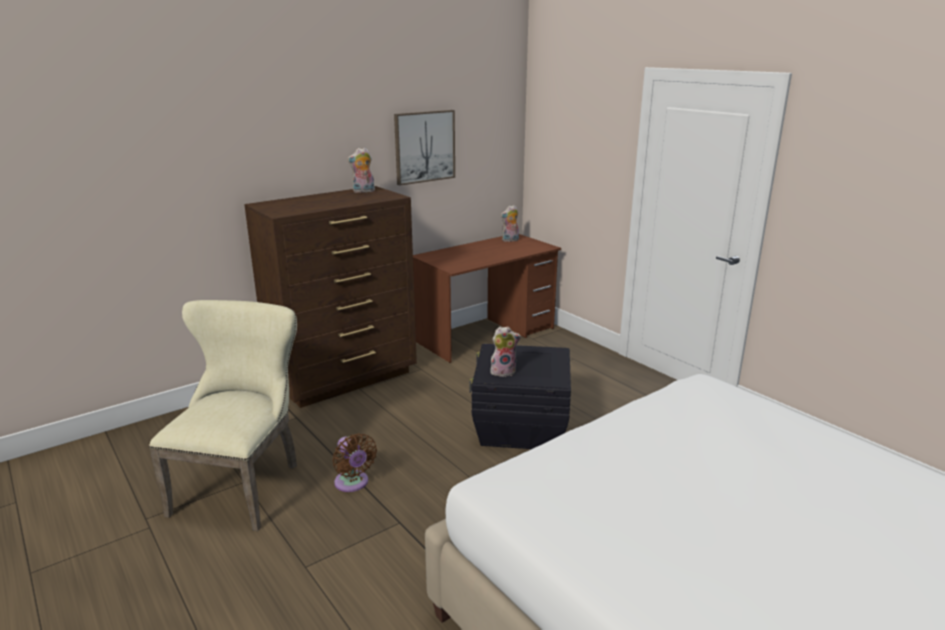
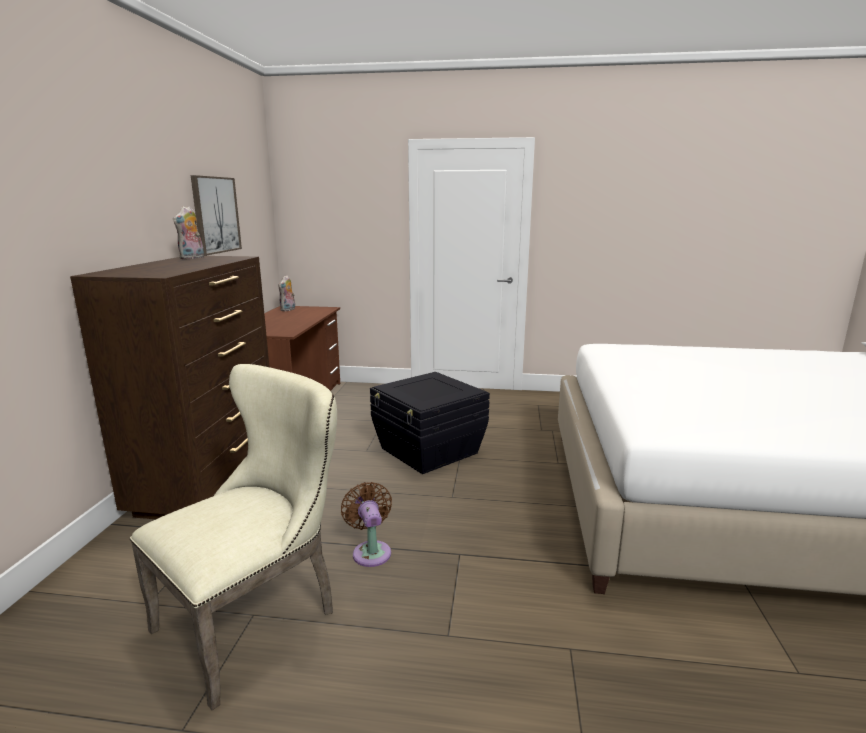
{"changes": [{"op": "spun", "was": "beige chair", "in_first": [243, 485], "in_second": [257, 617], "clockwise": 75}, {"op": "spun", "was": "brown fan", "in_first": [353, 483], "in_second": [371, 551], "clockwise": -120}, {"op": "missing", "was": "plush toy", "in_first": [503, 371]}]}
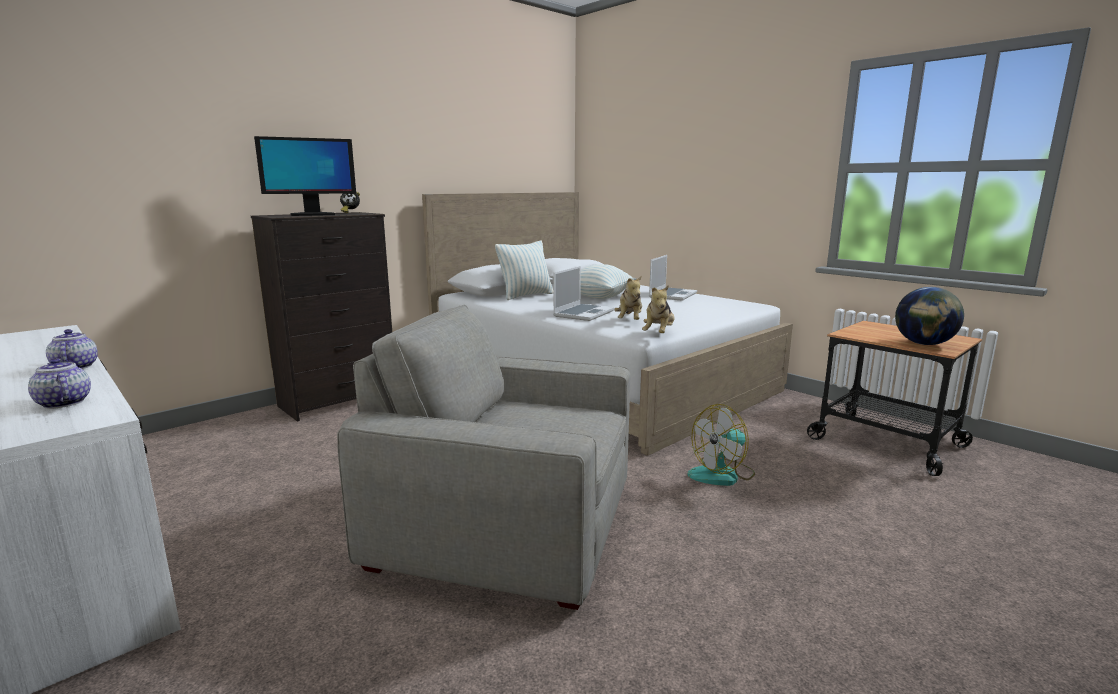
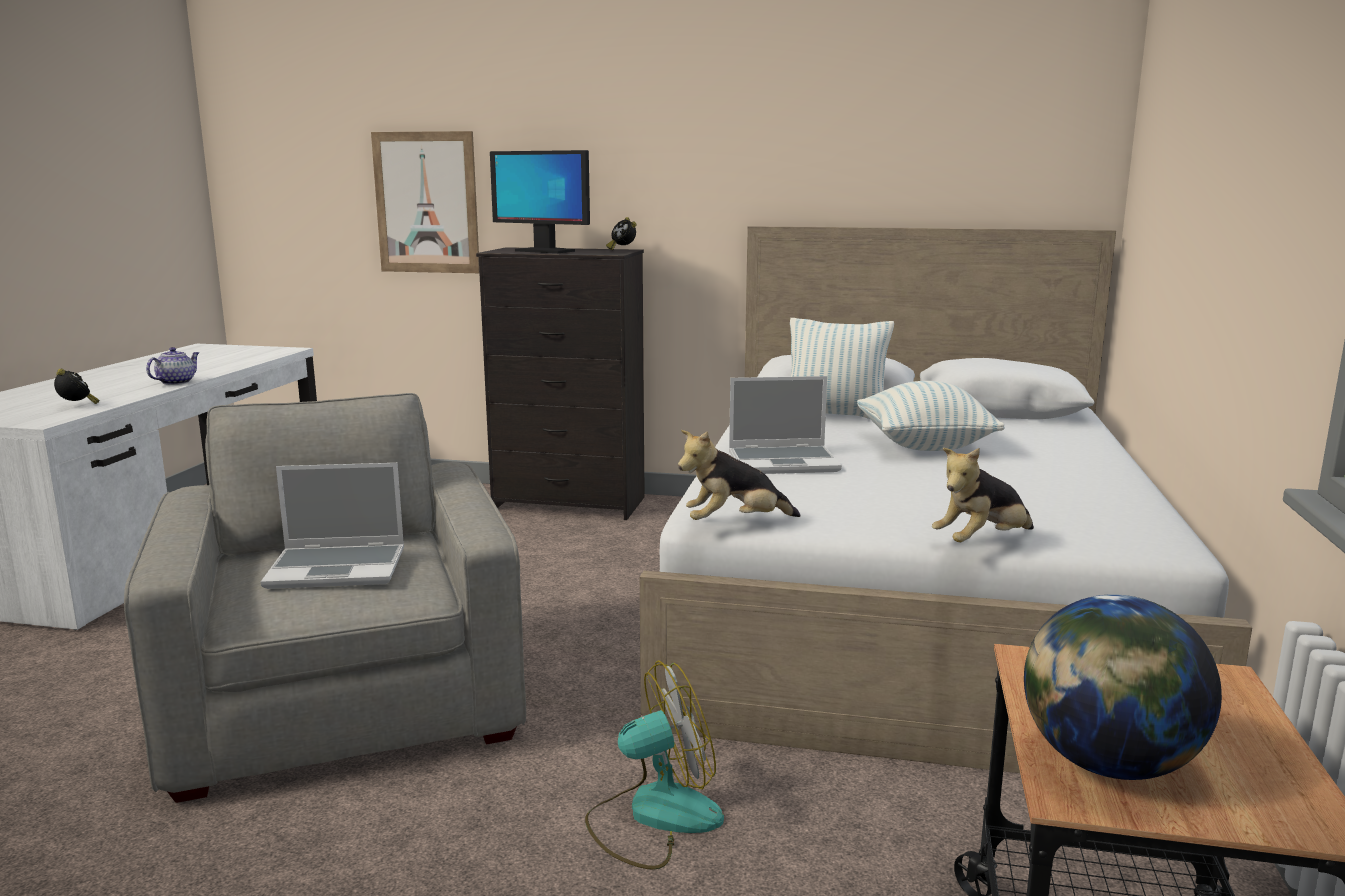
{"changes": [{"op": "exchanged", "was": "teapot", "now": "alarm clock", "in_first": [63, 403], "in_second": [77, 406]}, {"op": "relocated", "was": "plush toy", "in_first": [629, 321], "in_second": [982, 542]}, {"op": "relocated", "was": "laptop", "in_first": [672, 295], "in_second": [339, 568]}, {"op": "spun", "was": "fan", "in_first": [722, 474], "in_second": [653, 816], "clockwise": 135}, {"op": "appeared", "now": "picture", "in_second": [426, 203]}]}
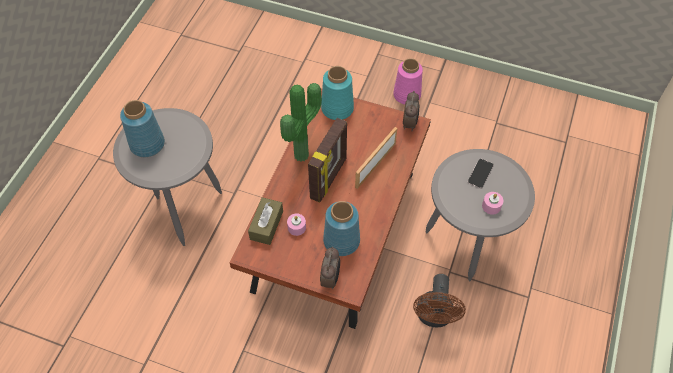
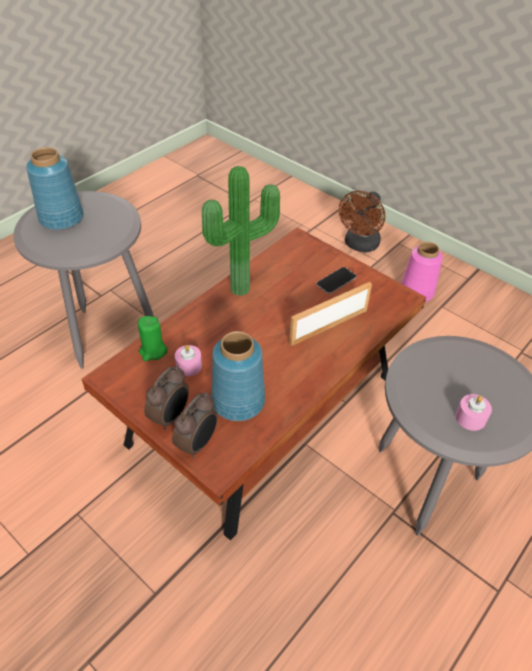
{"changes": [{"op": "exchanged", "was": "brown tissue box", "now": "green candle", "in_first": [266, 225], "in_second": [153, 351]}, {"op": "missing", "was": "picture frame", "in_first": [329, 178]}, {"op": "missing", "was": "turquoise vase", "in_first": [337, 109]}, {"op": "relocated", "was": "alarm clock", "in_first": [410, 123], "in_second": [171, 417]}, {"op": "relocated", "was": "brown fan", "in_first": [434, 317], "in_second": [359, 245]}, {"op": "relocated", "was": "phone", "in_first": [480, 173], "in_second": [336, 281]}]}
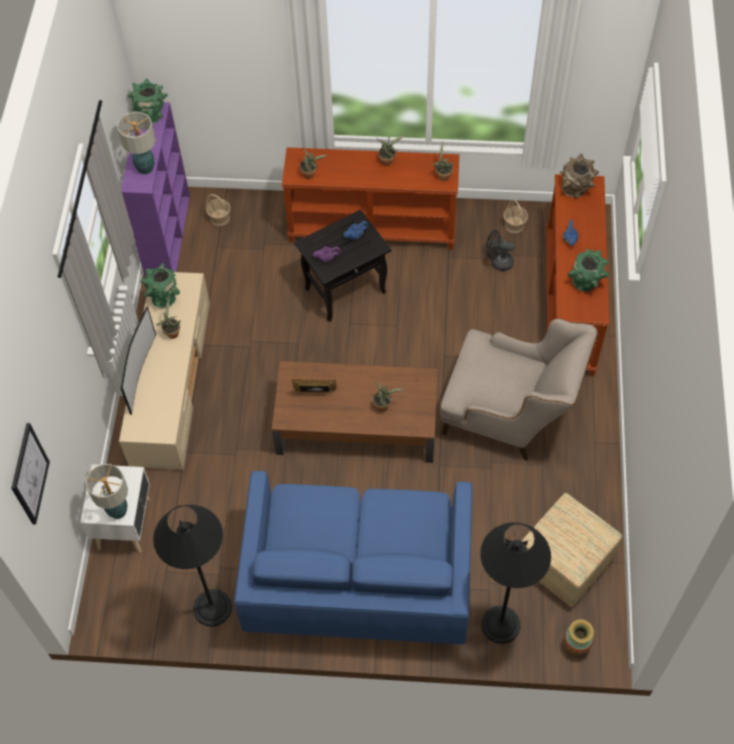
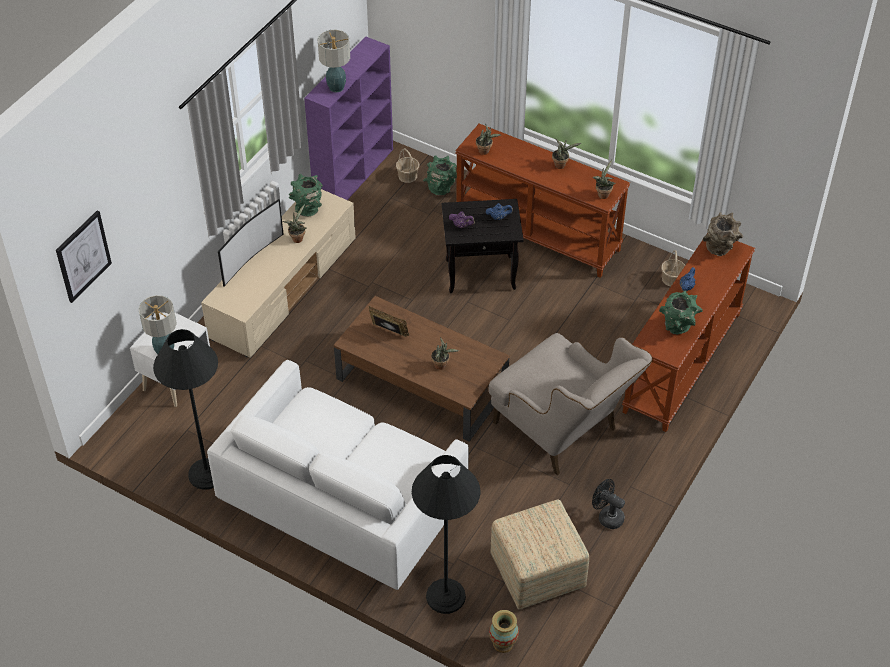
{"changes": [{"op": "relocated", "was": "green vase", "in_first": [151, 115], "in_second": [442, 188]}, {"op": "colour", "was": "blue sofa", "now": "white sofa", "in_first": [358, 578], "in_second": [344, 505]}, {"op": "relocated", "was": "black fan", "in_first": [498, 262], "in_second": [607, 516]}]}
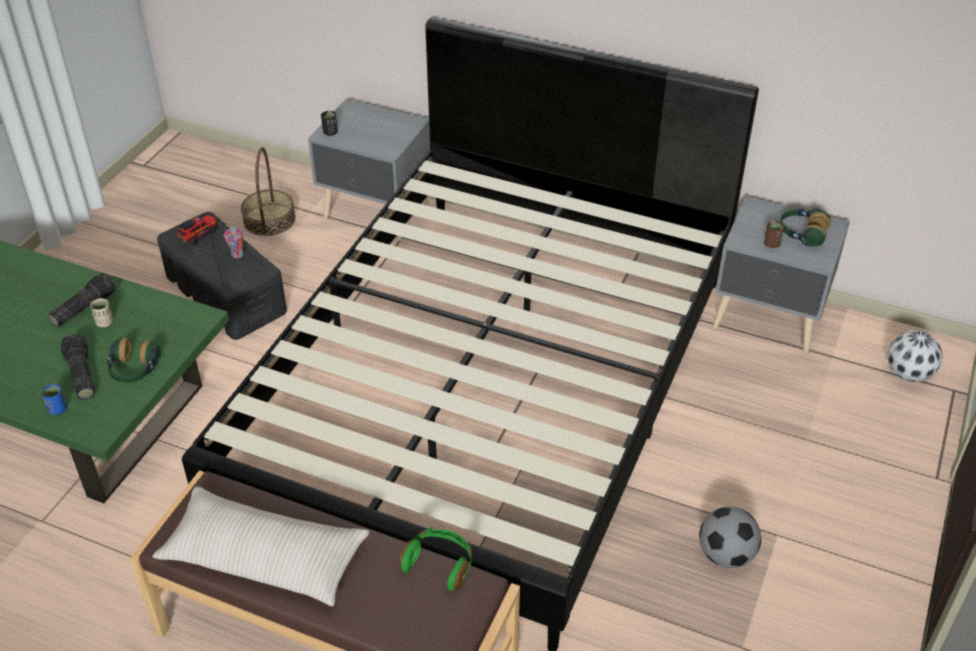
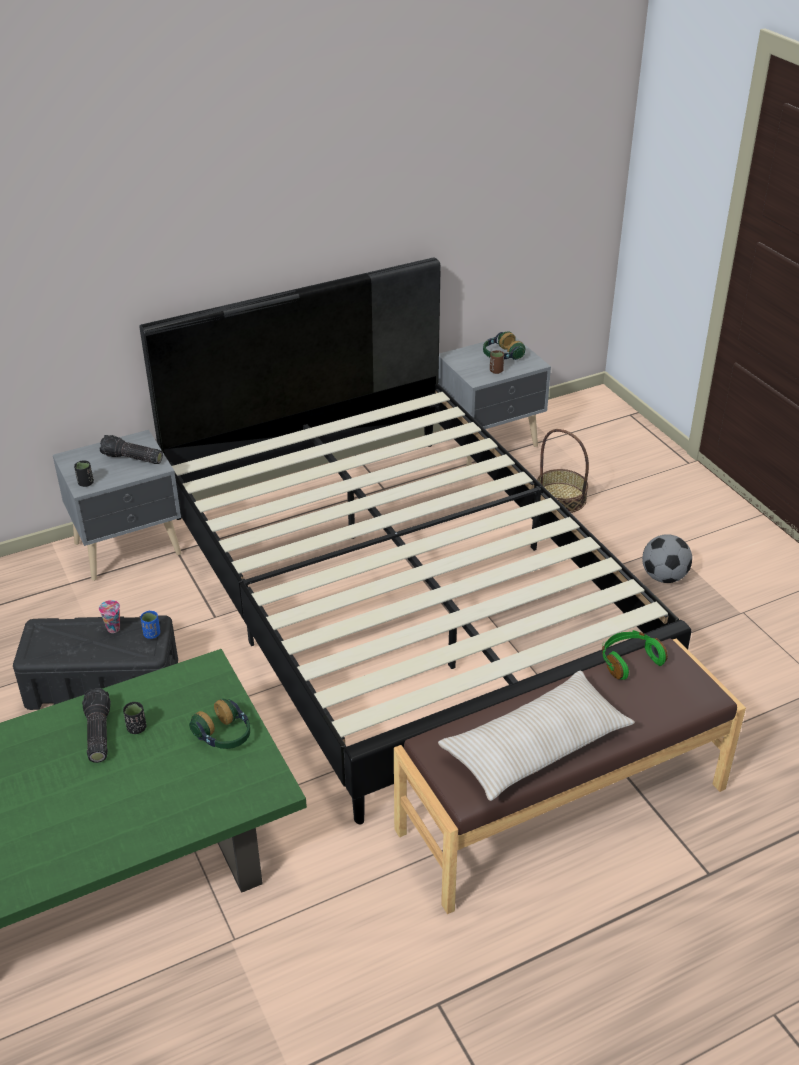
{"changes": [{"op": "relocated", "was": "blue cup", "in_first": [57, 409], "in_second": [152, 634]}, {"op": "relocated", "was": "flashlight", "in_first": [80, 375], "in_second": [131, 459]}, {"op": "colour", "was": "beige cup", "now": "black cup", "in_first": [105, 322], "in_second": [137, 728]}, {"op": "missing", "was": "toy truck", "in_first": [199, 235]}, {"op": "relocated", "was": "basket", "in_first": [269, 219], "in_second": [560, 498]}, {"op": "missing", "was": "football", "in_first": [909, 374]}]}
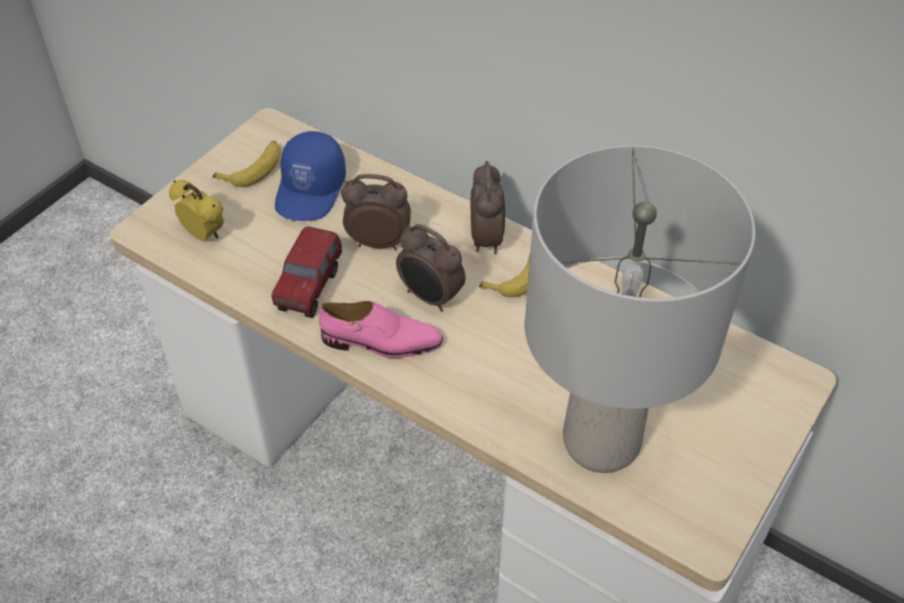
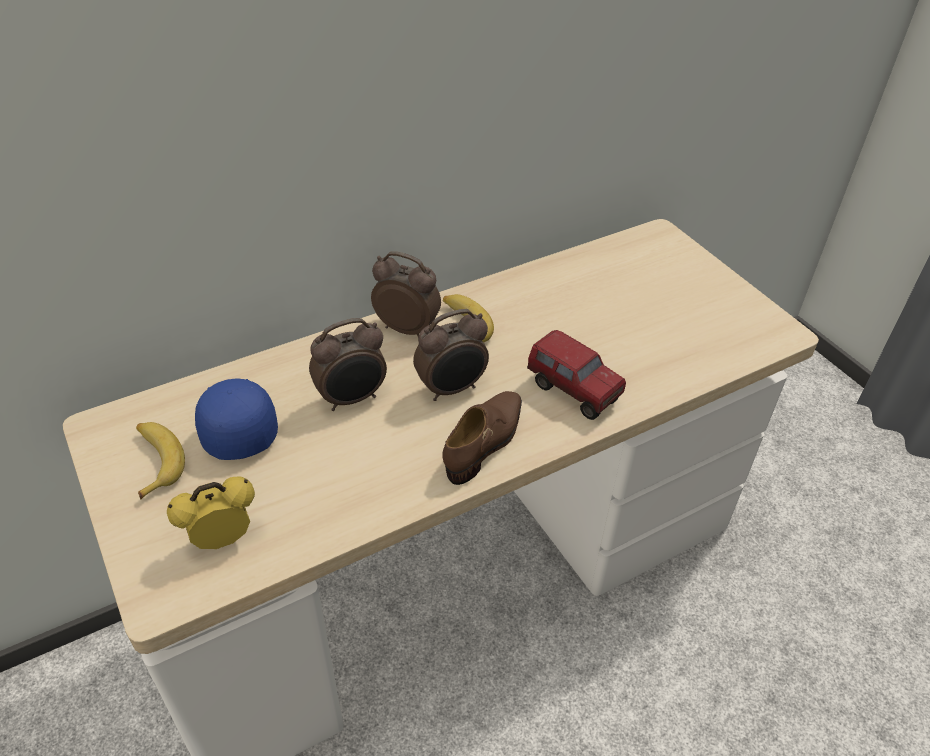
{"changes": [{"op": "relocated", "was": "toy truck", "in_first": [310, 289], "in_second": [573, 392]}, {"op": "spun", "was": "blue cap", "in_first": [311, 190], "in_second": [235, 424], "clockwise": -150}, {"op": "colour", "was": "pink shoe", "now": "brown shoe", "in_first": [381, 342], "in_second": [485, 441]}, {"op": "spun", "was": "alarm clock", "in_first": [378, 241], "in_second": [352, 399], "clockwise": -150}, {"op": "missing", "was": "grey table lamp", "in_first": [602, 441]}]}
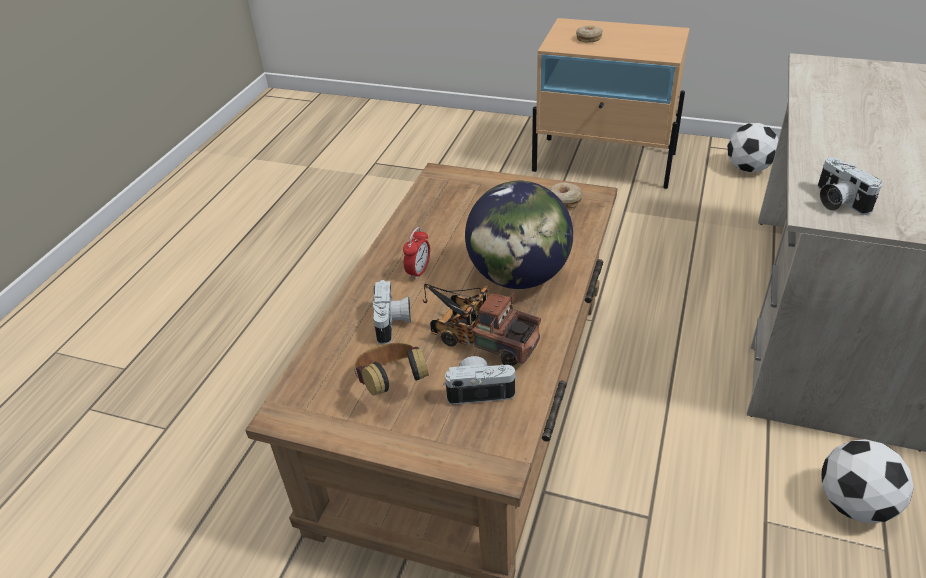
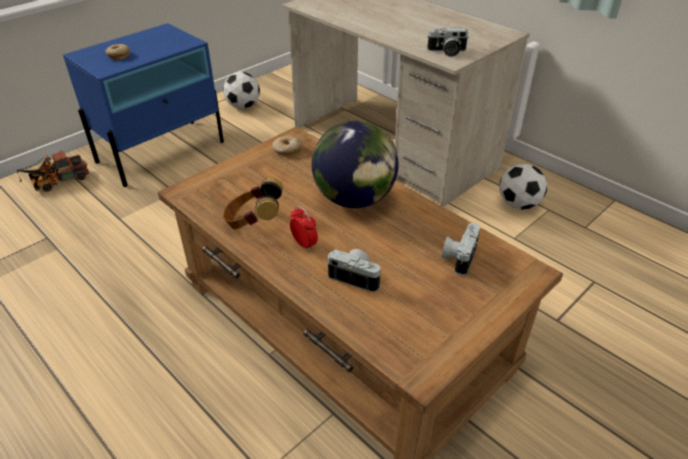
{"changes": [{"op": "relocated", "was": "headphones", "in_first": [392, 384], "in_second": [253, 222]}, {"op": "relocated", "was": "toy truck", "in_first": [478, 338], "in_second": [57, 182]}, {"op": "colour", "was": "beige nightstand", "now": "blue nightstand", "in_first": [605, 162], "in_second": [162, 151]}]}
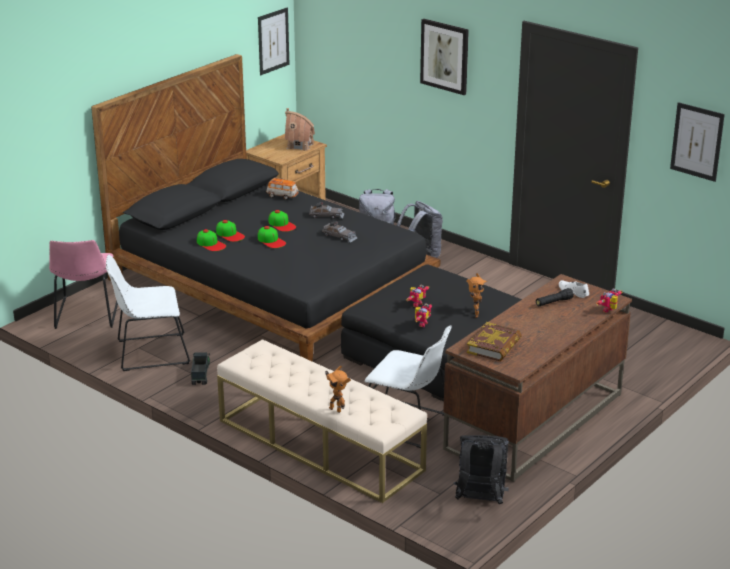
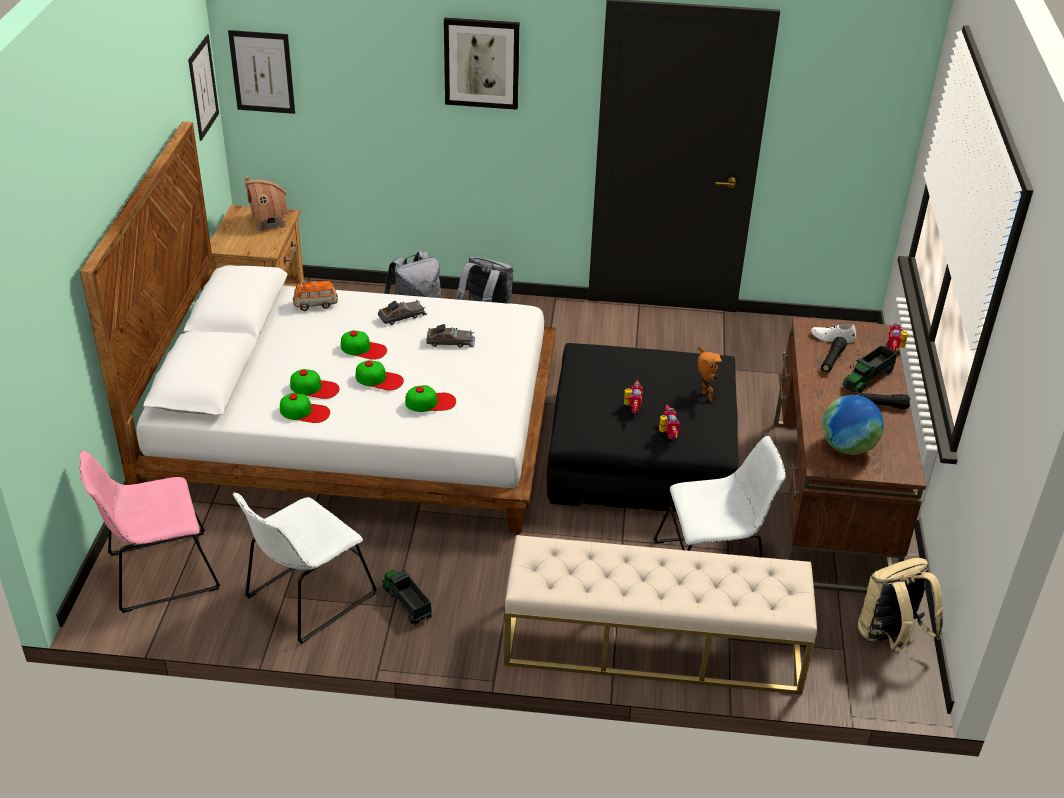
{"changes": [{"op": "spun", "was": "pink chair", "in_first": [87, 314], "in_second": [158, 572], "clockwise": 105}, {"op": "colour", "was": "black bed", "now": "white bed", "in_first": [273, 284], "in_second": [356, 427]}, {"op": "missing", "was": "toy robot", "in_first": [336, 409]}, {"op": "colour", "was": "black backpack", "now": "beige backpack", "in_first": [480, 501], "in_second": [890, 638]}, {"op": "exchanged", "was": "book", "now": "globe", "in_first": [494, 346], "in_second": [847, 448]}, {"op": "relocated", "was": "picture", "in_first": [697, 141], "in_second": [262, 72]}, {"op": "appeared", "now": "cap", "in_second": [430, 402]}, {"op": "appeared", "now": "toy truck", "in_second": [867, 378]}, {"op": "appeared", "now": "black flashlight", "in_second": [880, 405]}]}
